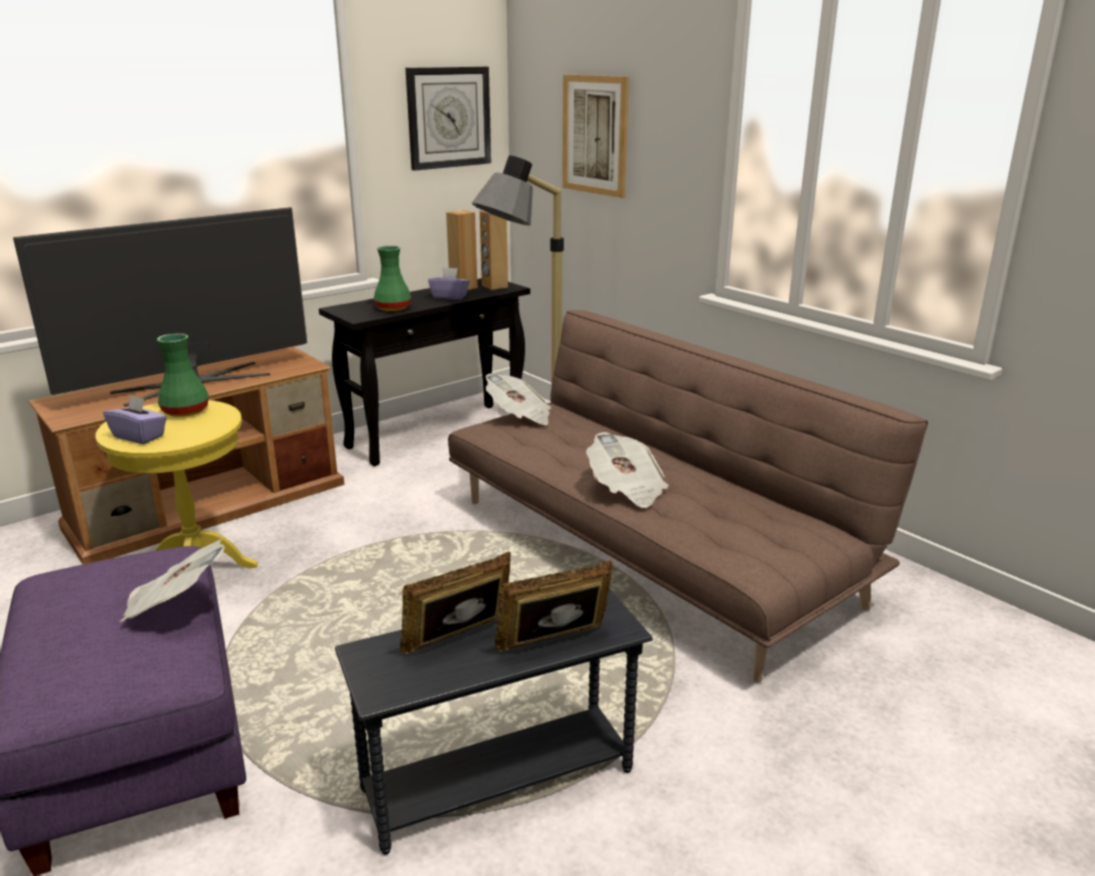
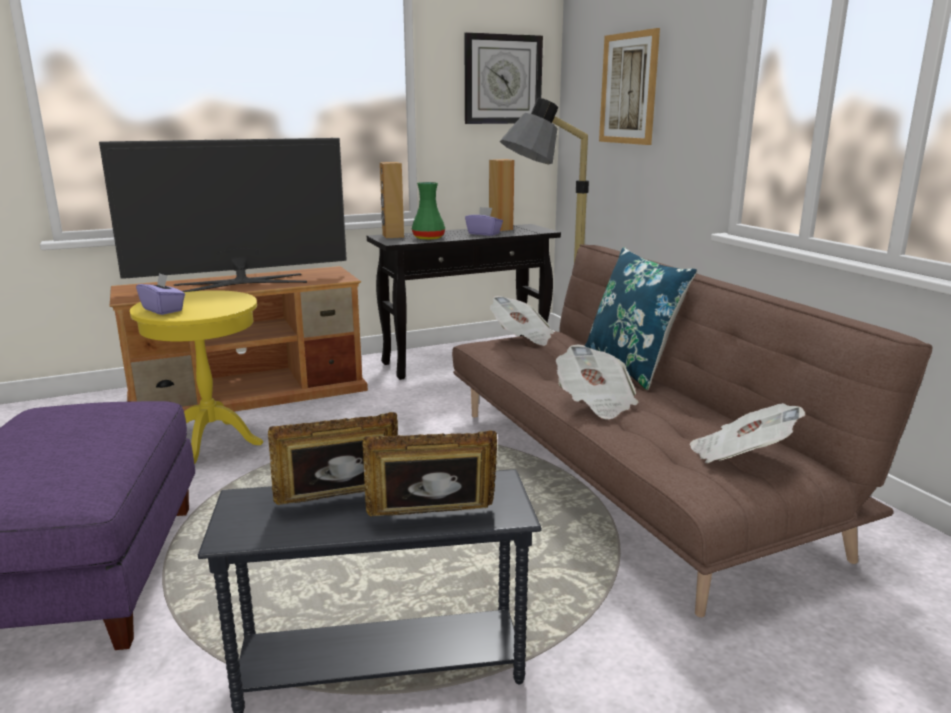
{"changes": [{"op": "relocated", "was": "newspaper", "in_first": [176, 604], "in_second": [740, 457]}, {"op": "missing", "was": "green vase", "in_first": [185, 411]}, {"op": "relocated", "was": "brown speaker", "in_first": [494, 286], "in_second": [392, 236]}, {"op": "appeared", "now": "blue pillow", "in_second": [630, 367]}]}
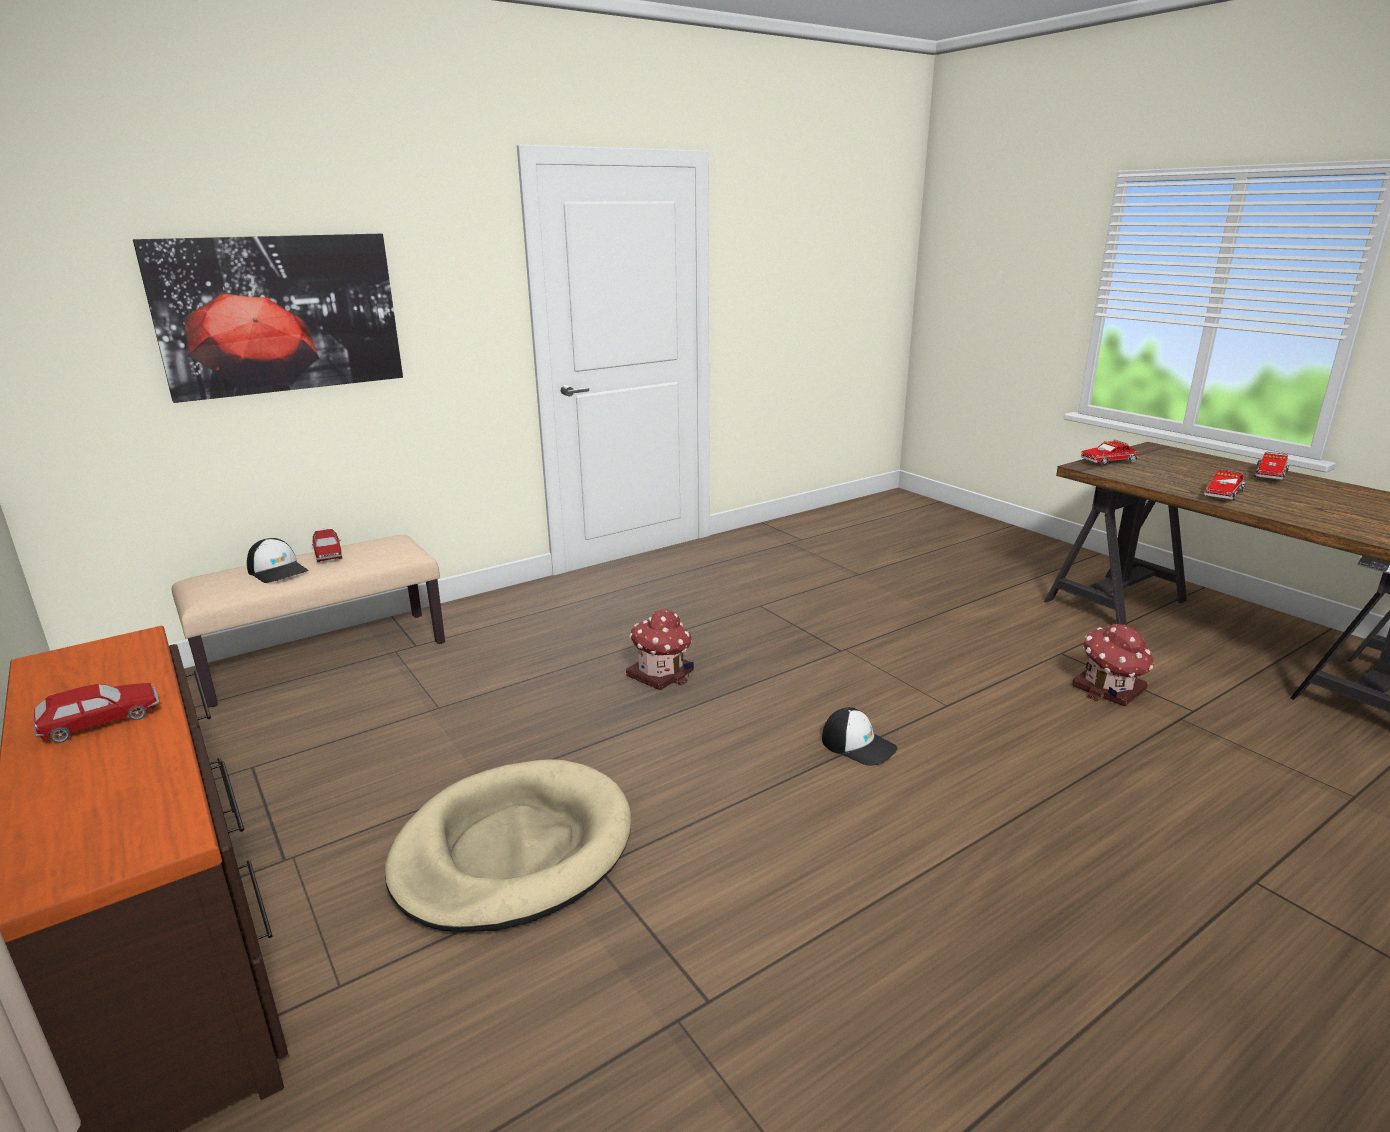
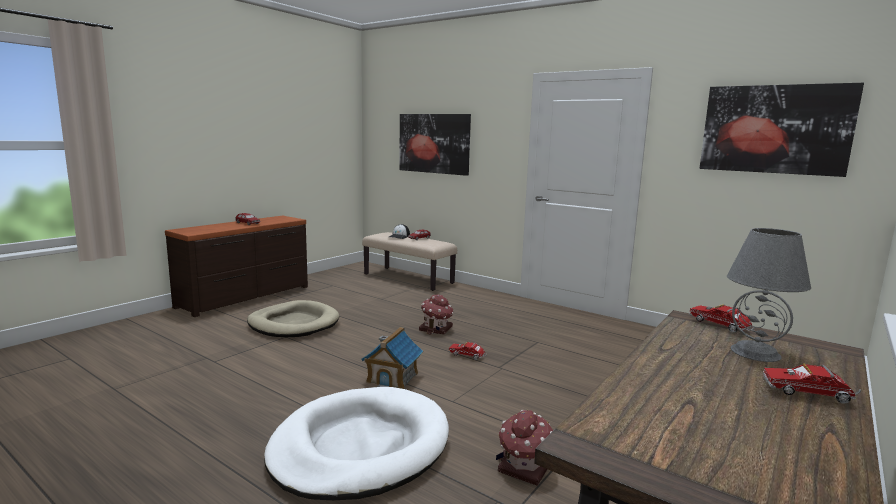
{"changes": [{"op": "exchanged", "was": "cap", "now": "toy house", "in_first": [858, 745], "in_second": [393, 377]}, {"op": "relocated", "was": "toy truck", "in_first": [1222, 495], "in_second": [468, 356]}, {"op": "appeared", "now": "white dog bed", "in_second": [360, 447]}, {"op": "appeared", "now": "picture", "in_second": [774, 129]}, {"op": "appeared", "now": "grey table lamp", "in_second": [755, 352]}]}
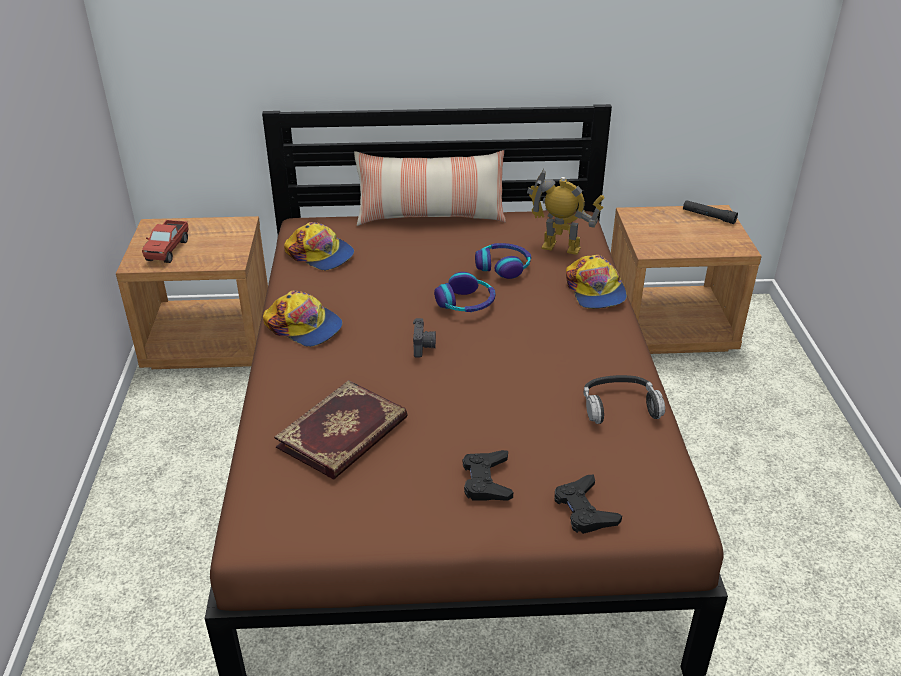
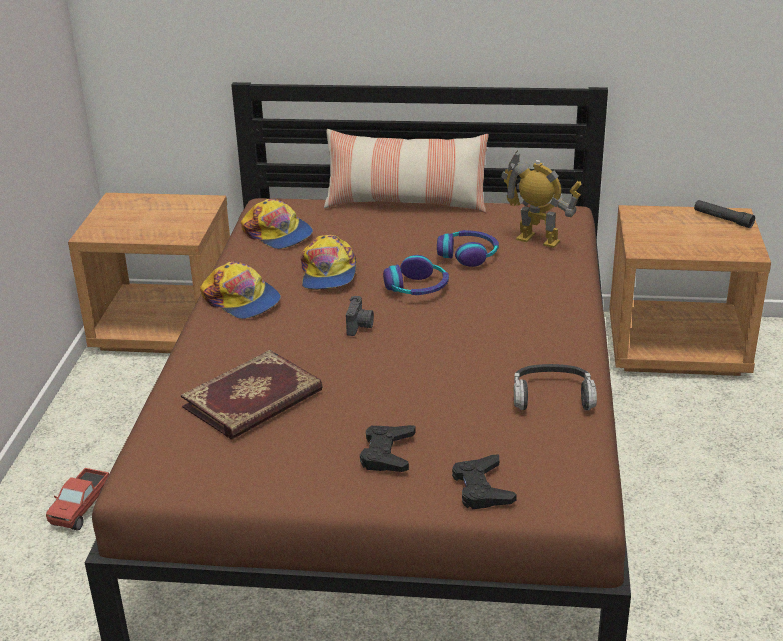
{"changes": [{"op": "relocated", "was": "toy truck", "in_first": [168, 250], "in_second": [81, 509]}, {"op": "relocated", "was": "cap", "in_first": [595, 290], "in_second": [328, 273]}]}
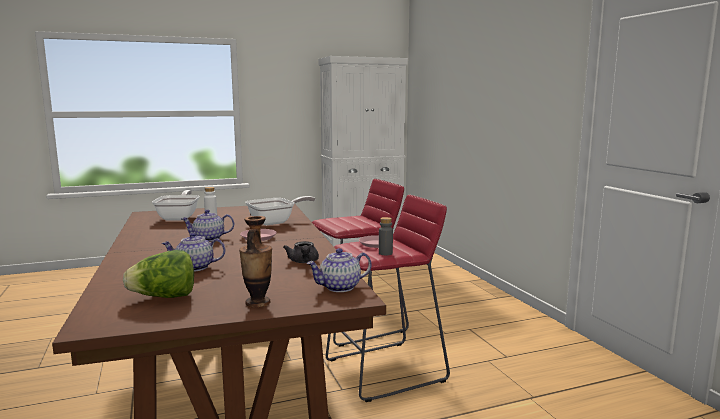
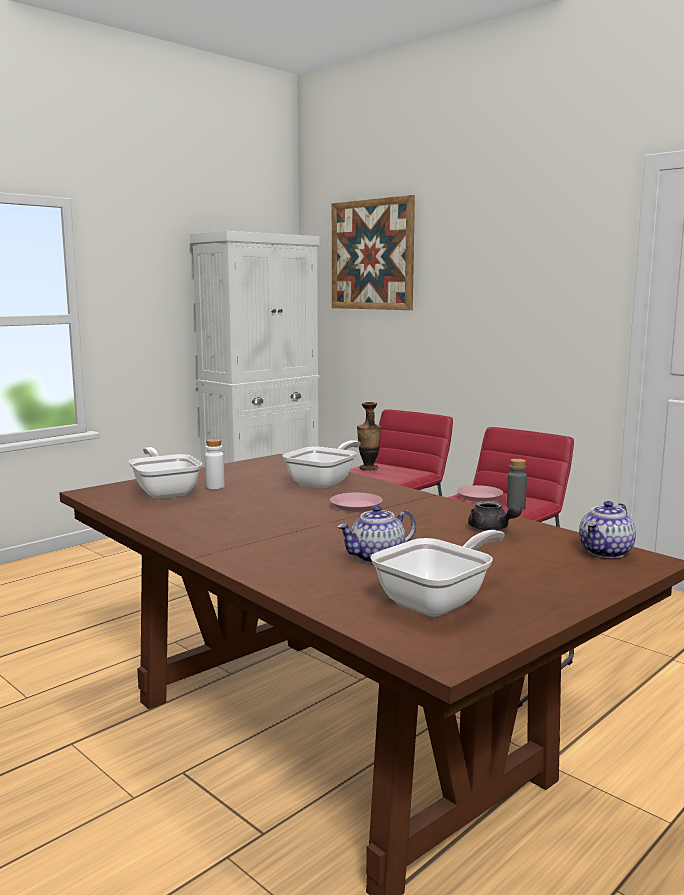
{"changes": [{"op": "exchanged", "was": "lettuce", "now": "frying pan", "in_first": [164, 297], "in_second": [439, 601]}, {"op": "missing", "was": "teapot", "in_first": [208, 239]}, {"op": "relocated", "was": "vase", "in_first": [258, 303], "in_second": [368, 468]}, {"op": "appeared", "now": "picture", "in_second": [372, 255]}]}
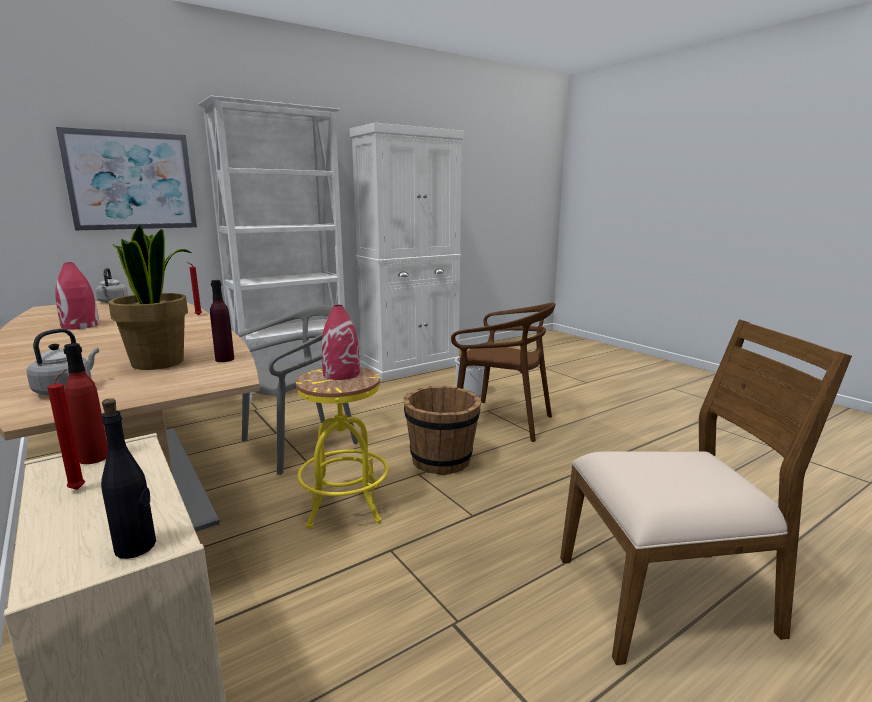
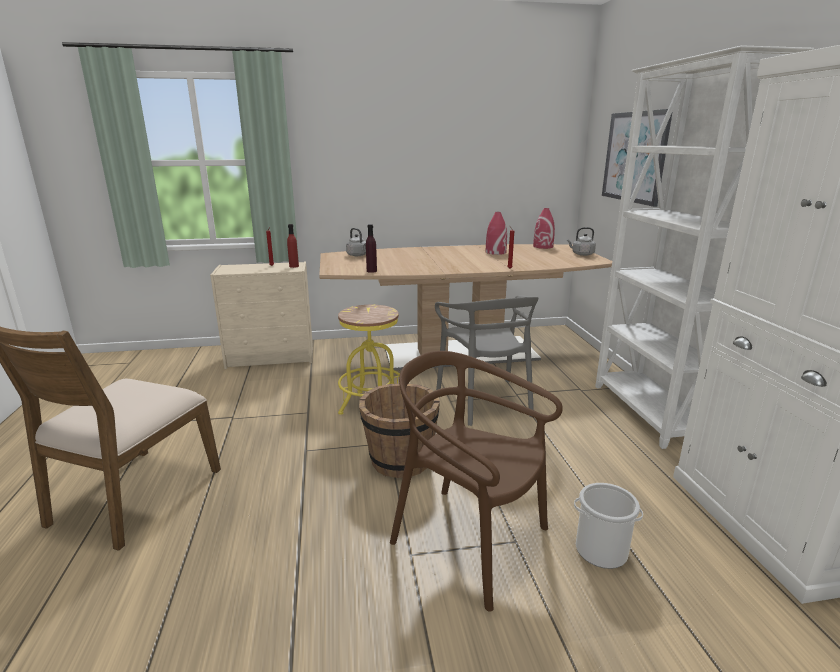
{"changes": [{"op": "missing", "was": "black bottle", "in_first": [136, 547]}, {"op": "missing", "was": "potted plant", "in_first": [159, 362]}, {"op": "relocated", "was": "red vase", "in_first": [341, 374], "in_second": [543, 246]}, {"op": "spun", "was": "brown chair", "in_first": [502, 421], "in_second": [469, 540], "clockwise": 75}]}
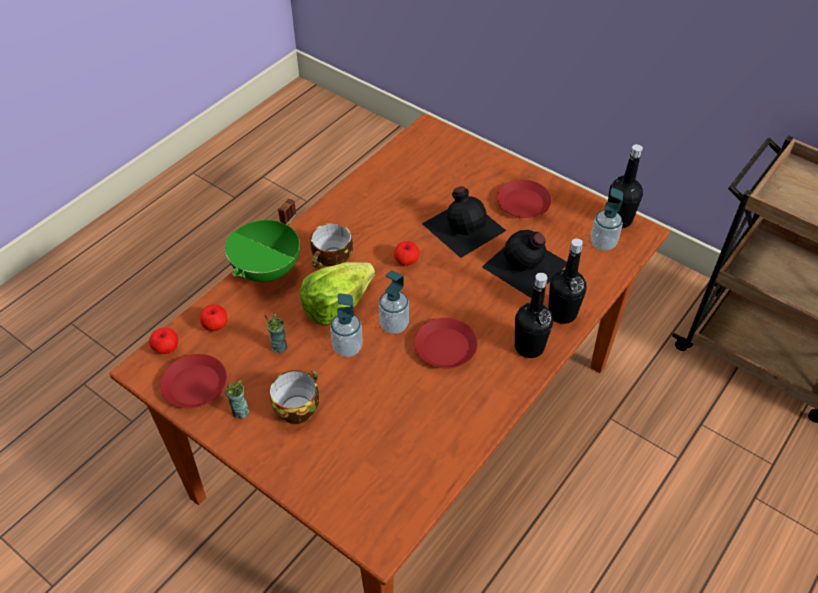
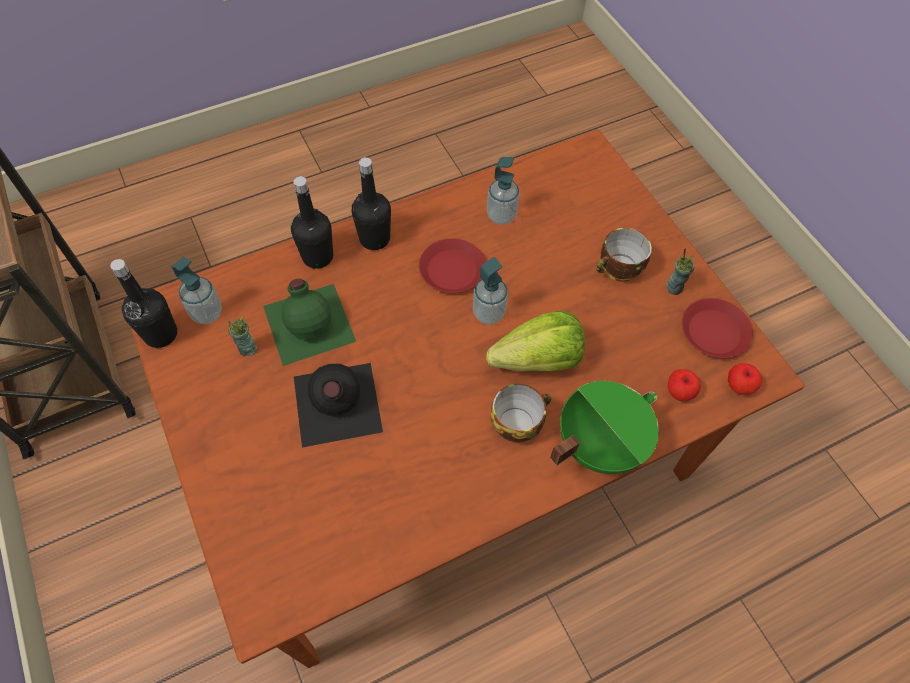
{"changes": [{"op": "relocated", "was": "cup", "in_first": [279, 347], "in_second": [247, 349]}, {"op": "relocated", "was": "soap dispenser", "in_first": [347, 347], "in_second": [501, 215]}, {"op": "missing", "was": "apple", "in_first": [406, 262]}, {"op": "colour", "was": "black bottle", "now": "green bottle", "in_first": [525, 266], "in_second": [310, 322]}, {"op": "missing", "was": "red plate", "in_first": [522, 203]}]}
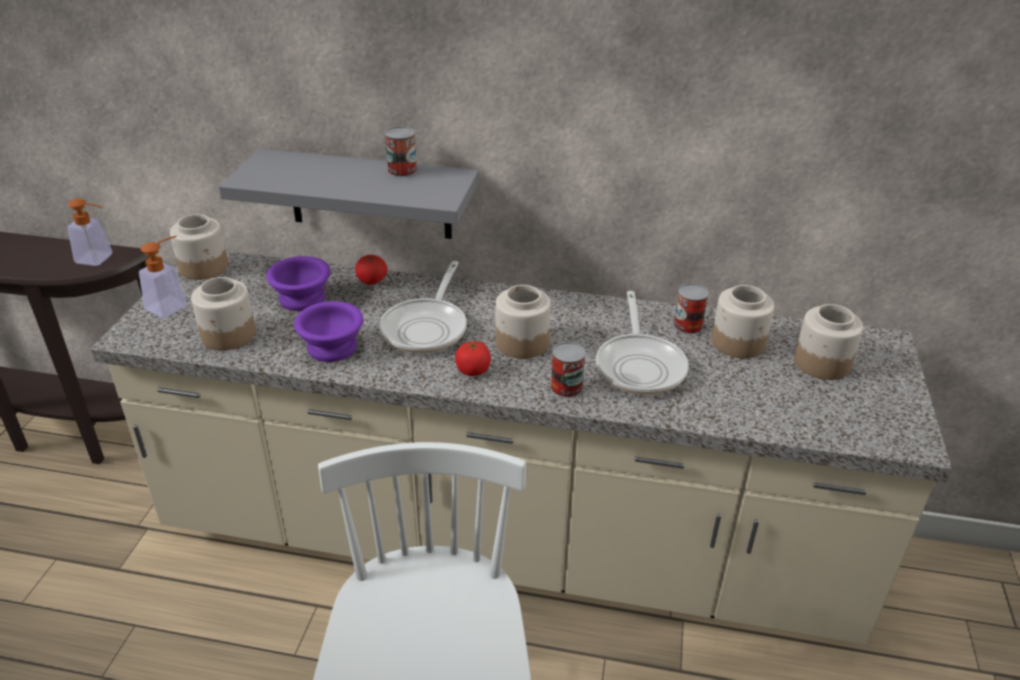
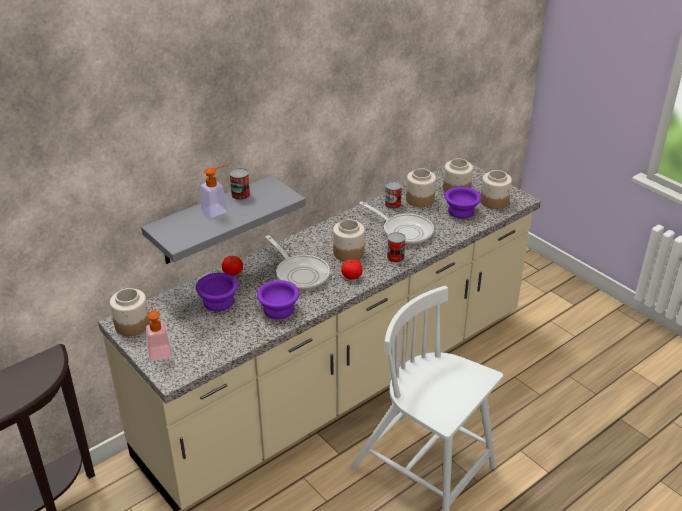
{"changes": [{"op": "relocated", "was": "soap dispenser", "in_first": [100, 260], "in_second": [218, 209]}, {"op": "relocated", "was": "jar", "in_first": [228, 335], "in_second": [494, 201]}, {"op": "appeared", "now": "purple bowl", "in_second": [462, 212]}]}
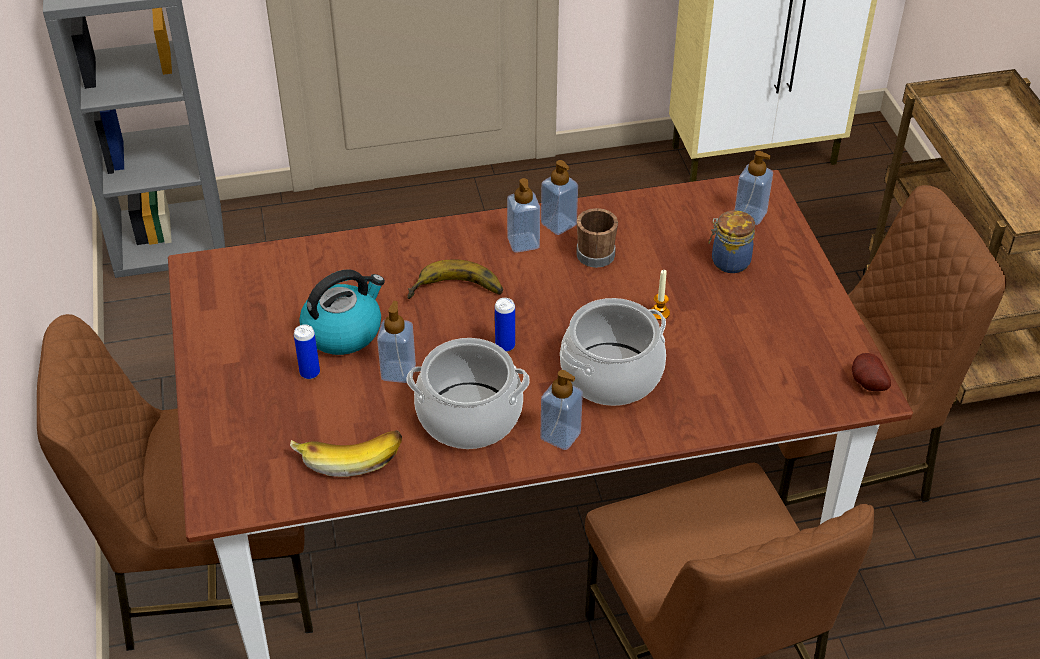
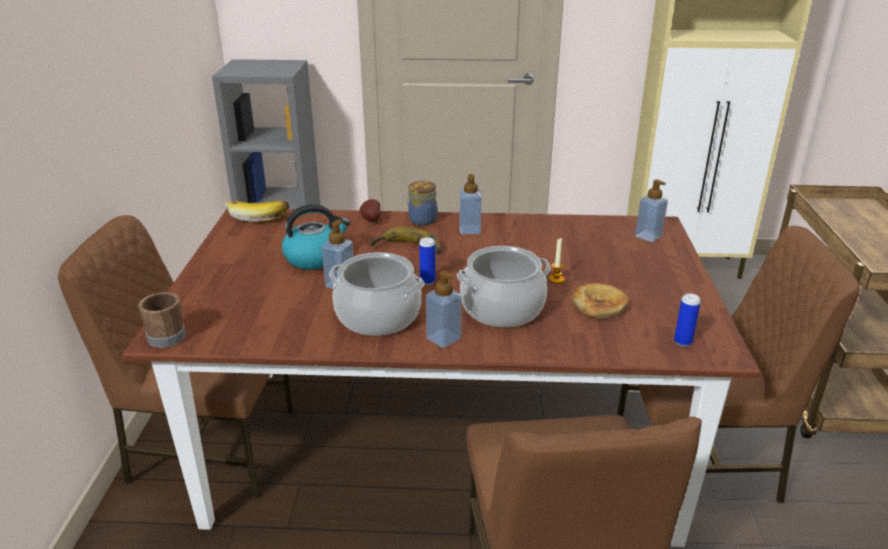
{"changes": [{"op": "relocated", "was": "banana", "in_first": [349, 455], "in_second": [258, 215]}, {"op": "relocated", "was": "can", "in_first": [310, 373], "in_second": [683, 342]}, {"op": "missing", "was": "soap dispenser", "in_first": [558, 224]}, {"op": "relocated", "was": "brown mug", "in_first": [593, 252], "in_second": [168, 335]}, {"op": "relocated", "was": "jar", "in_first": [728, 261], "in_second": [421, 220]}, {"op": "relocated", "was": "potato", "in_first": [866, 384], "in_second": [370, 219]}, {"op": "appeared", "now": "bread", "in_second": [598, 304]}]}
